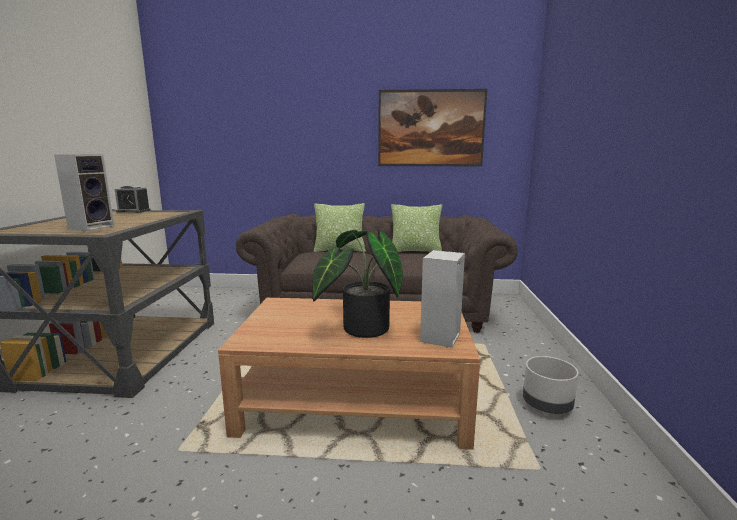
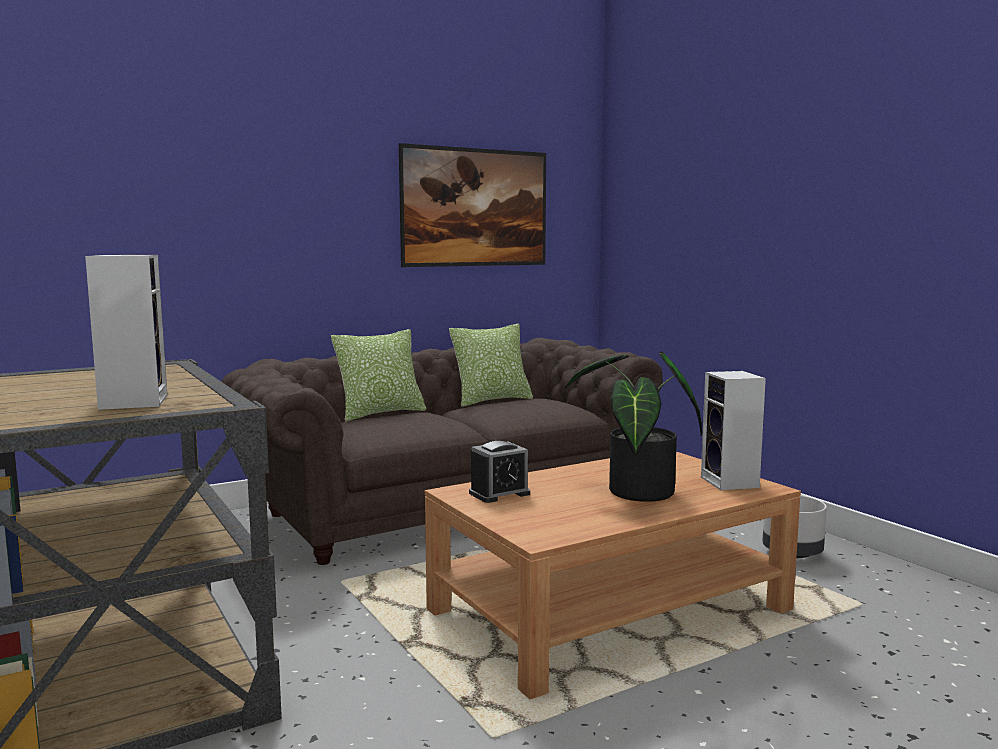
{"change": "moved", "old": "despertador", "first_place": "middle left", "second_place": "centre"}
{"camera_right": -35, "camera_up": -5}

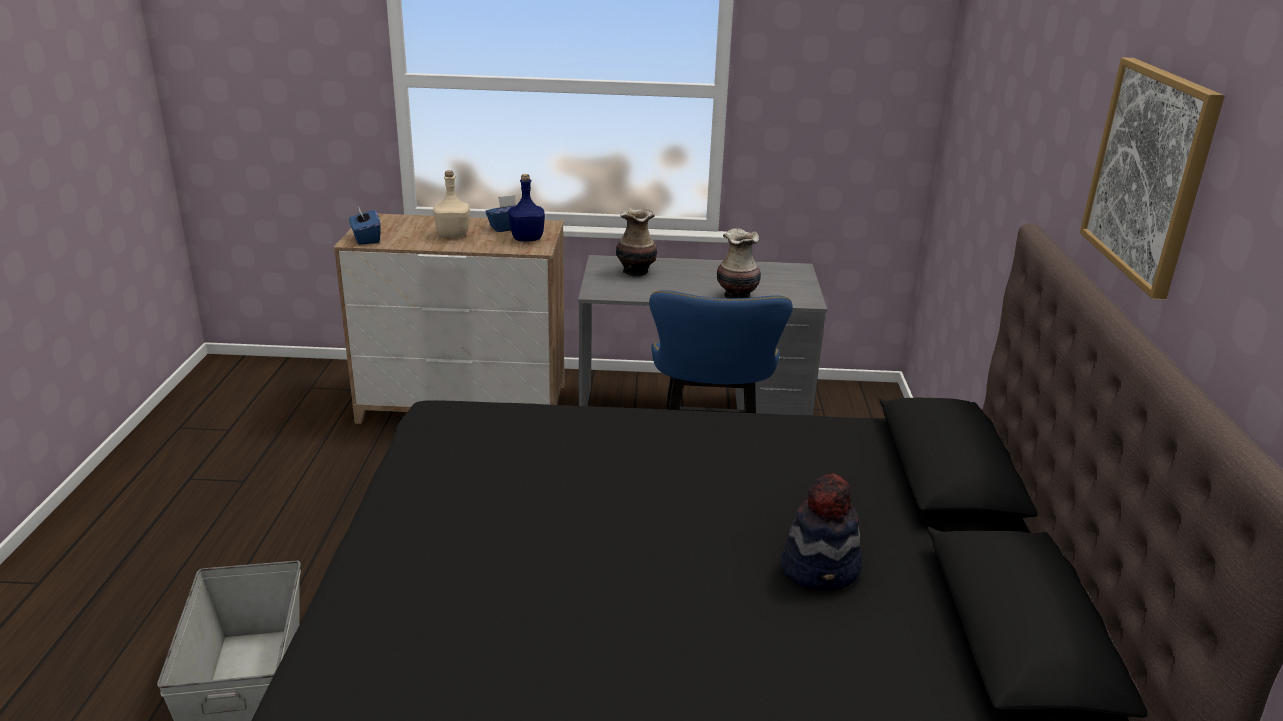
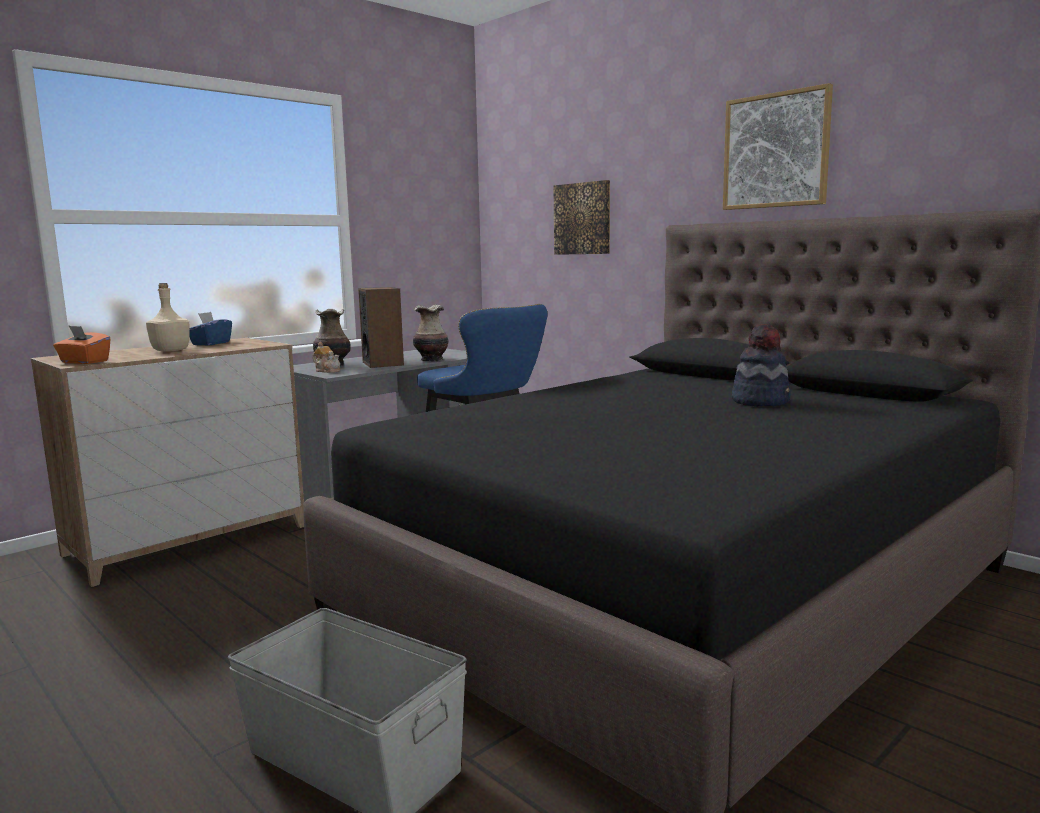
{"change": "recoloured", "old": "caja de pañuelos [azul] (1st from left)", "new": "caja de pañuelos [naranja]", "first_place": "top left", "second_place": "middle left"}
{"change": "added", "new": "tetera", "second_place": "middle left"}
{"change": "added", "new": "altavoz", "second_place": "centre"}
{"change": "added", "new": "cuadro (1st from left)", "second_place": "top centre"}
{"change": "removed", "old": "botella [azul]", "first_place": "top centre"}
{"camera_right": -45, "camera_up": -15}

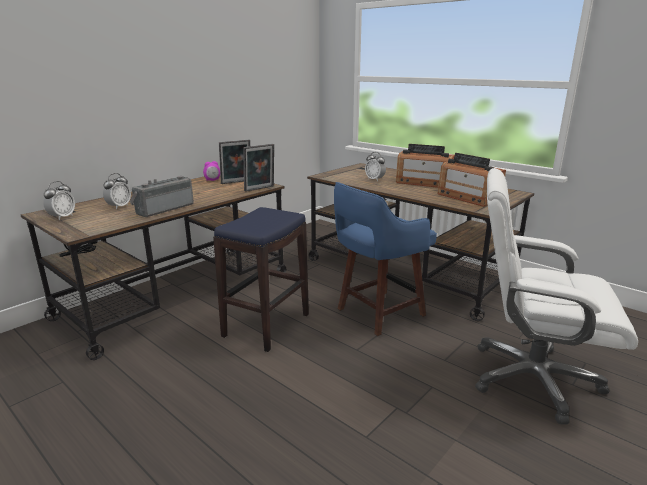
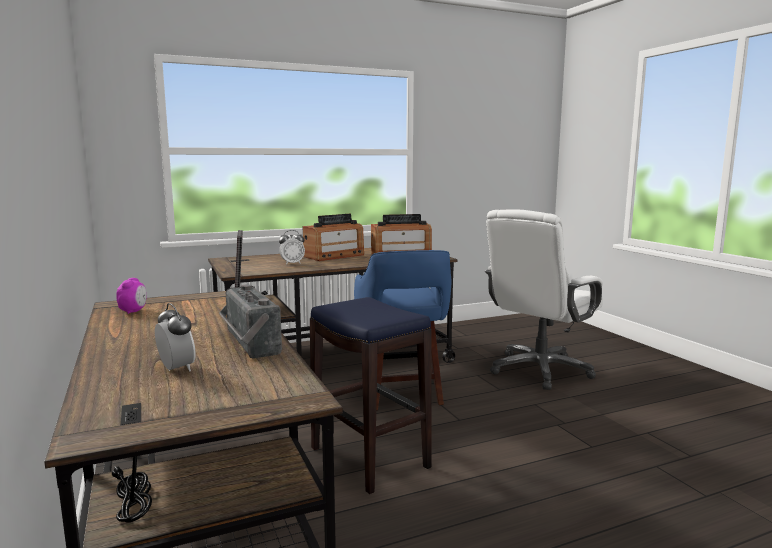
{"change": "removed", "old": "despertador (1st from left)", "first_place": "middle left"}
{"change": "removed", "old": "portarretratos (1st from left)", "first_place": "centre"}
{"camera_right": -65, "camera_up": -10}

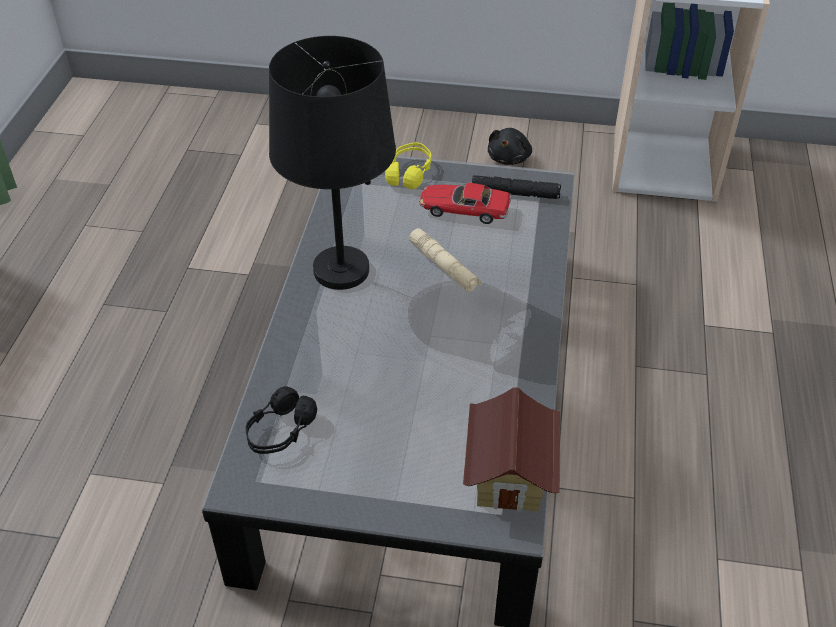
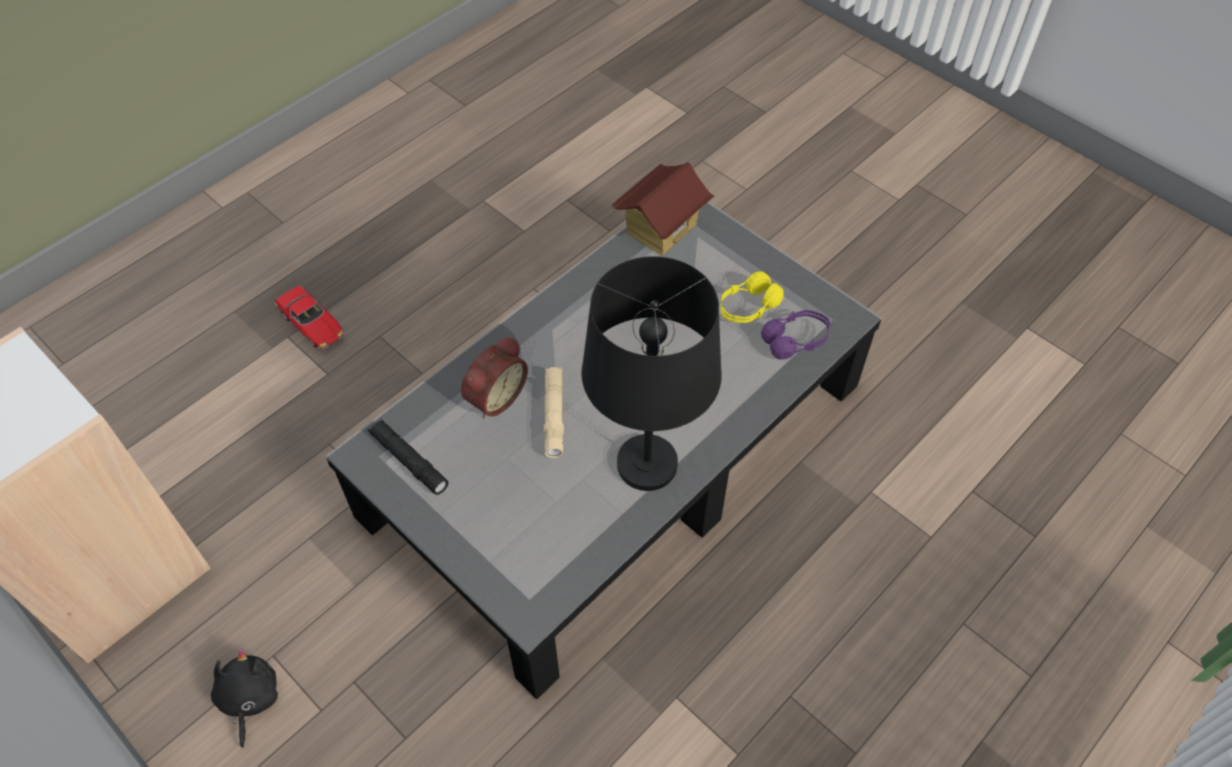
{"change": "turned", "old": "peluche [negro]", "first_place": "top centre", "second_place": "bottom left", "degrees": -60}
{"change": "moved", "old": "coche de juguete", "first_place": "top centre", "second_place": "middle left"}
{"change": "added", "new": "despertador", "second_place": "centre"}
{"change": "moved", "old": "auriculares [amarillo]", "first_place": "top centre", "second_place": "centre"}
{"change": "recoloured", "old": "auriculares [negro]", "new": "auriculares [morado]", "first_place": "bottom centre", "second_place": "centre"}
{"camera_right": -145, "camera_up": 10}

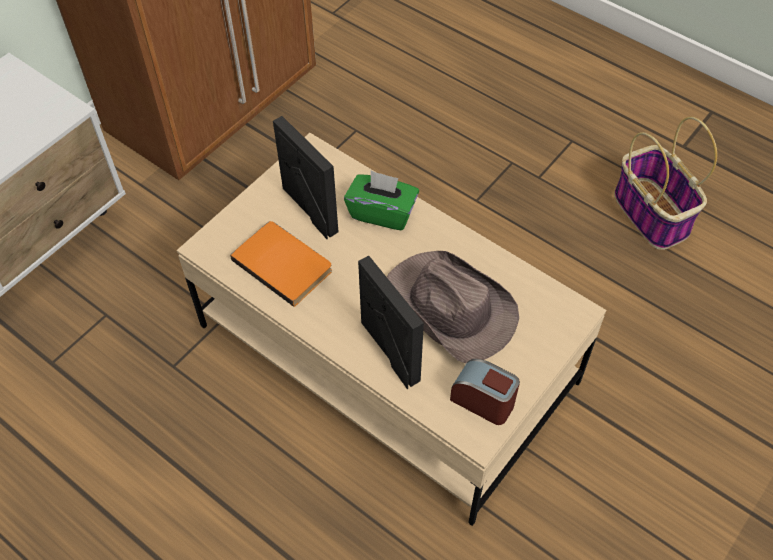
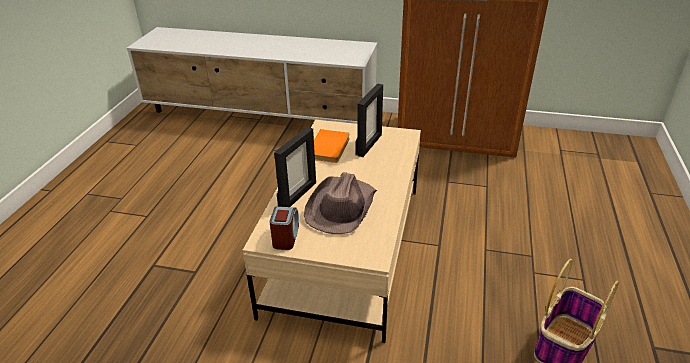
{"change": "removed", "old": "caja de pañuelos [verde]", "first_place": "centre"}
{"camera_right": 65, "camera_up": -20}

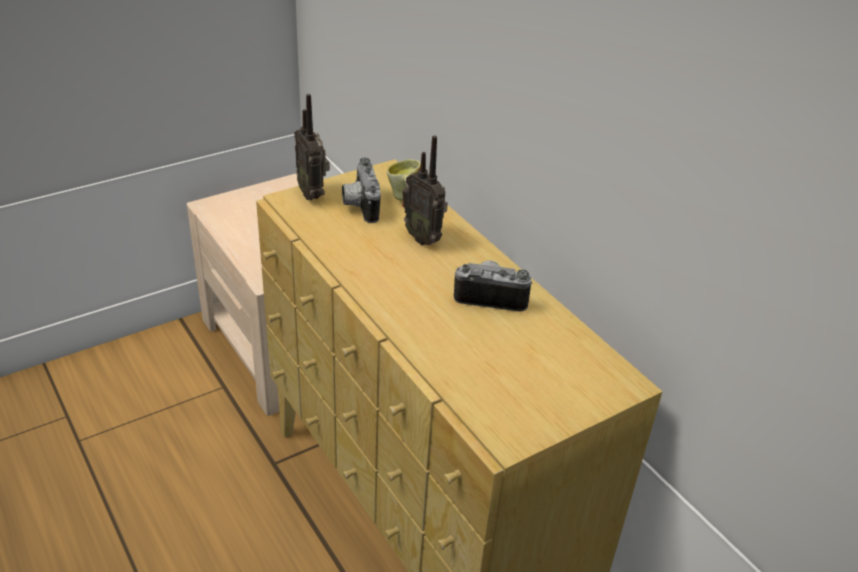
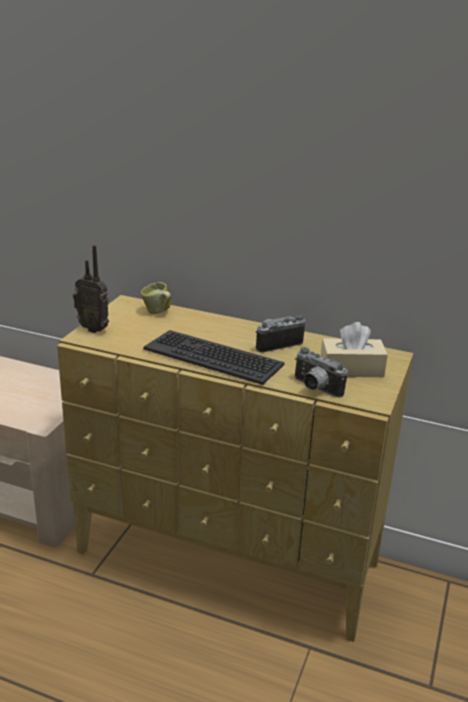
{"change": "added", "new": "teclado", "second_place": "centre"}
{"change": "moved", "old": "cámara (1st from left in the first image)", "new": "cámara (2nd from left)", "first_place": "top centre", "second_place": "middle right"}
{"change": "added", "new": "caja de pañuelos [beis]", "second_place": "middle right"}
{"change": "removed", "old": "radio (2nd from left)", "first_place": "top centre"}
{"camera_right": -35, "camera_up": -10}

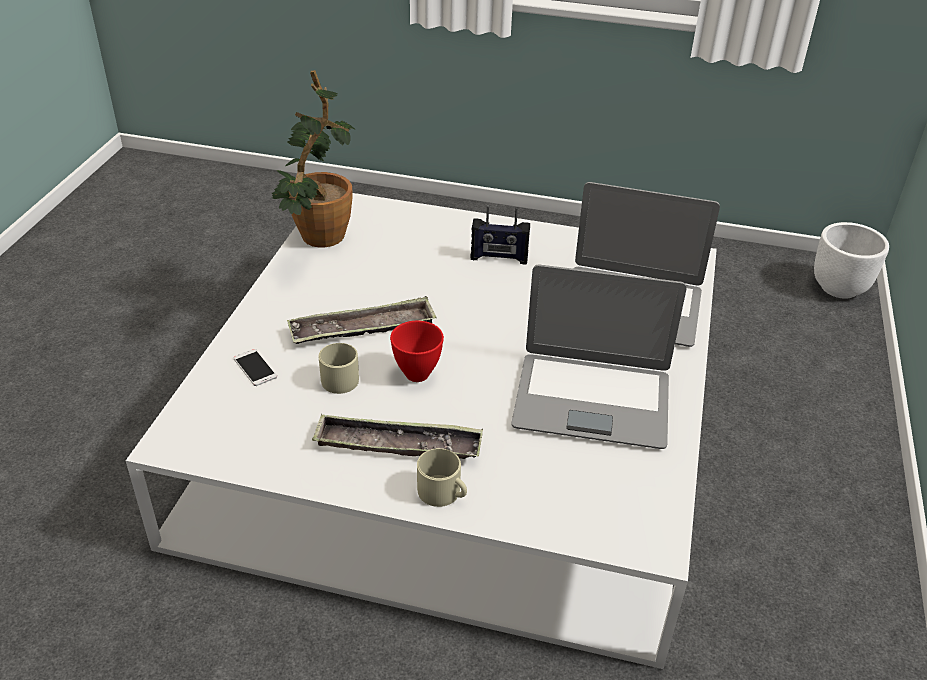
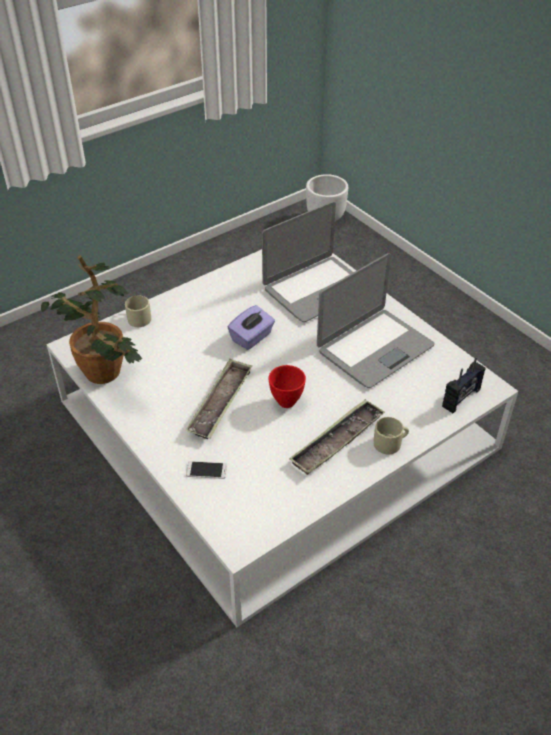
{"change": "moved", "old": "taza grande [beis] (1st from left)", "first_place": "centre", "second_place": "middle left"}
{"change": "added", "new": "caja de pañuelos [morado]", "second_place": "centre"}
{"change": "moved", "old": "radio", "first_place": "centre", "second_place": "middle right"}
{"camera_right": -50, "camera_up": 5}

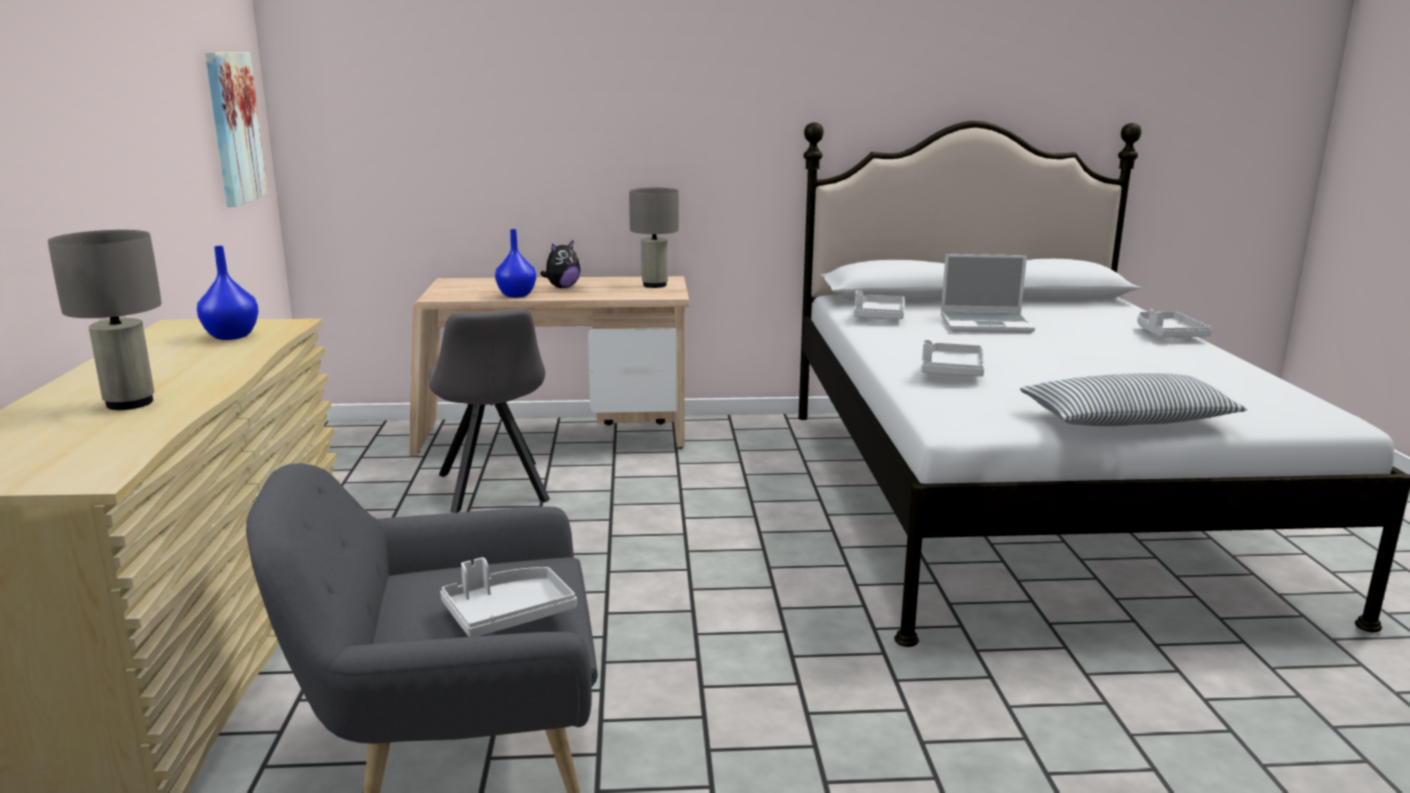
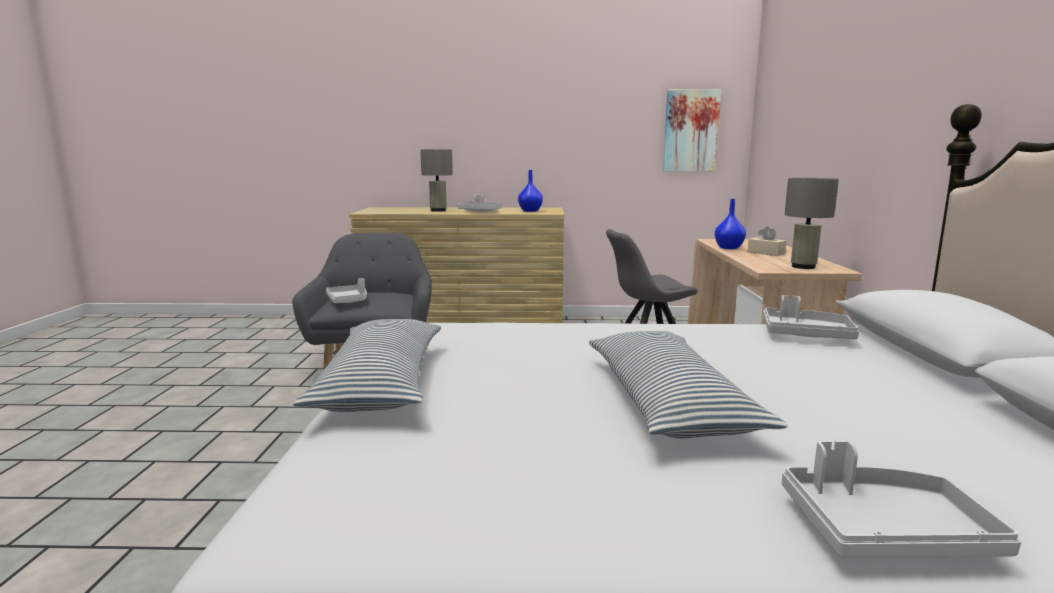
{"change": "moved", "old": "bandeja [gris] (3rd from left in the first image)", "new": "bandeja [gris] (2nd from left)", "first_place": "middle right", "second_place": "centre"}
{"change": "added", "new": "cojín (2nd from left)", "second_place": "centre"}
{"change": "replaced", "old": "peluche", "new": "caja de pañuelos [beis]", "first_place": "top centre", "second_place": "middle right"}
{"change": "removed", "old": "portátil", "first_place": "middle right"}
{"camera_right": 95, "camera_up": -5}

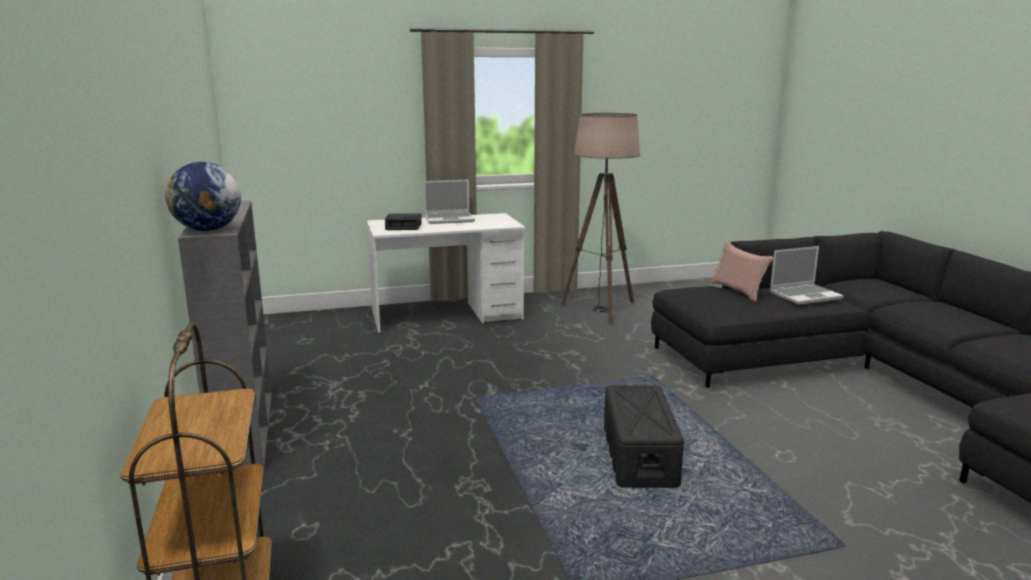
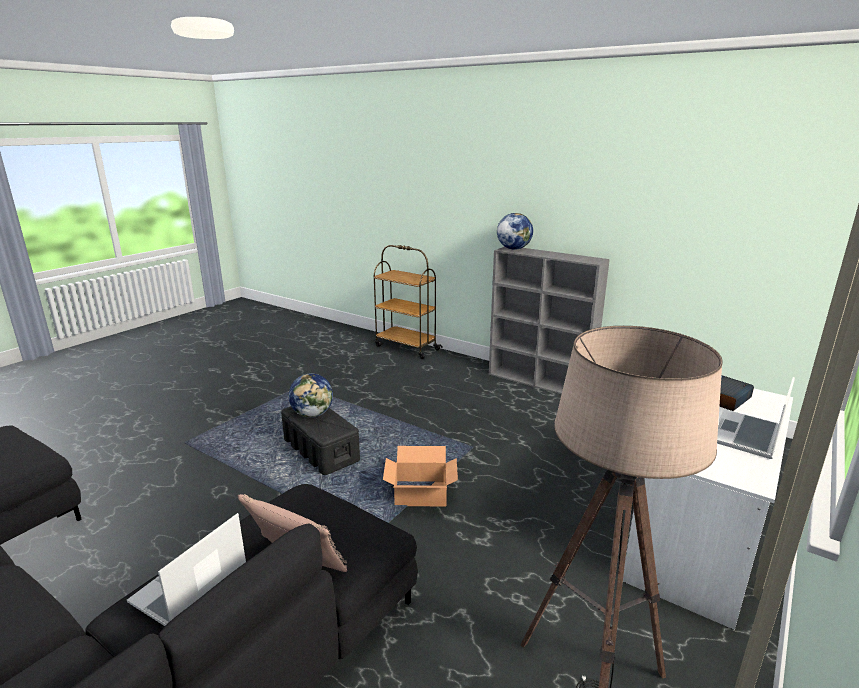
{"change": "added", "new": "globo terráqueo (1st from left)", "second_place": "centre"}
{"change": "added", "new": "caja de cartón", "second_place": "bottom centre"}
{"camera_right": 140, "camera_up": 5}

